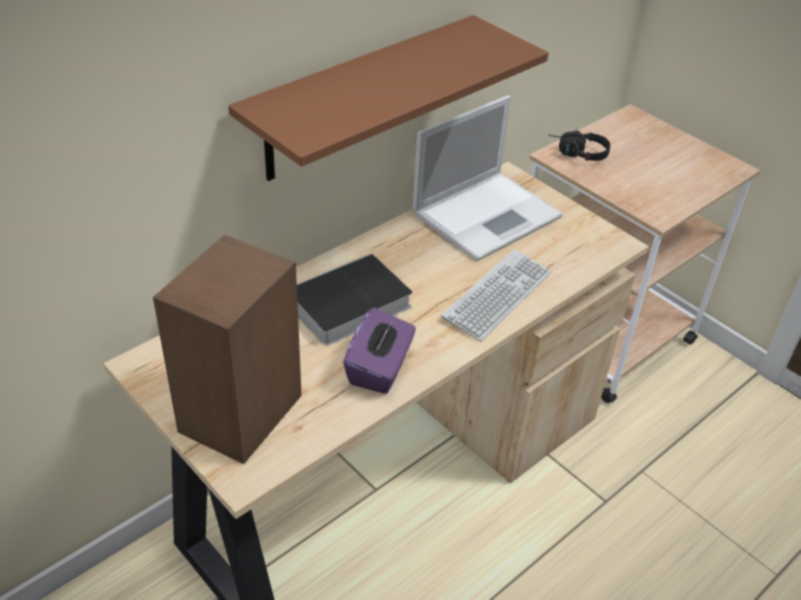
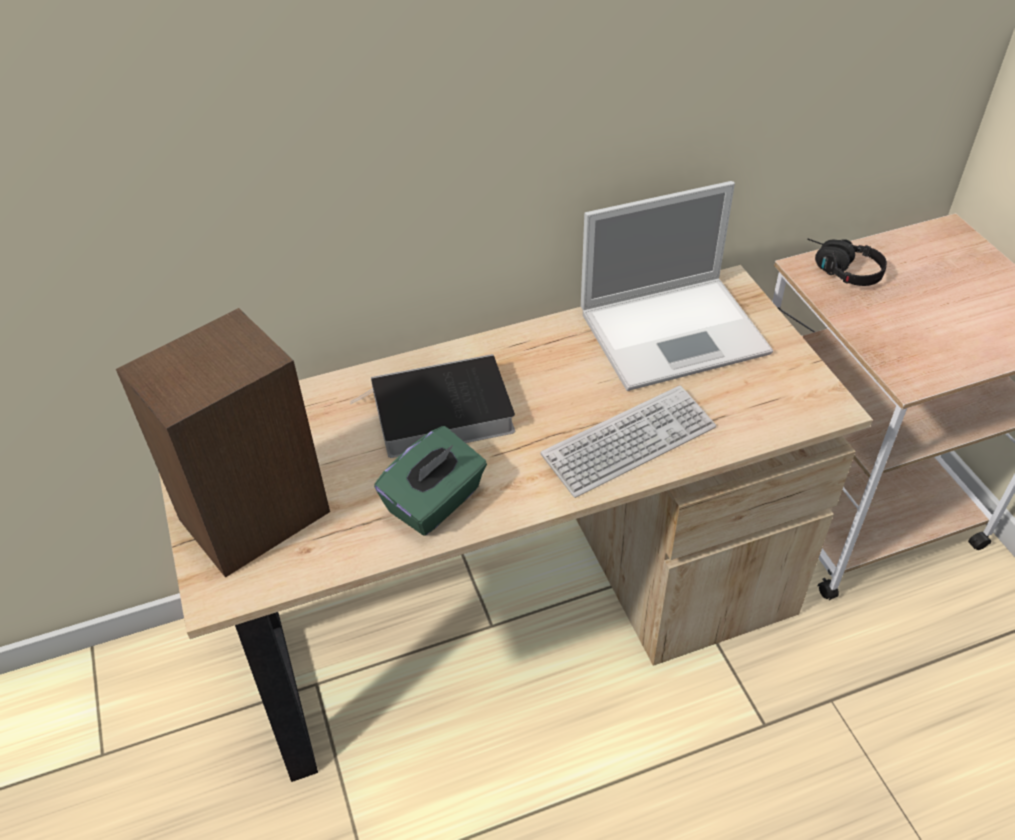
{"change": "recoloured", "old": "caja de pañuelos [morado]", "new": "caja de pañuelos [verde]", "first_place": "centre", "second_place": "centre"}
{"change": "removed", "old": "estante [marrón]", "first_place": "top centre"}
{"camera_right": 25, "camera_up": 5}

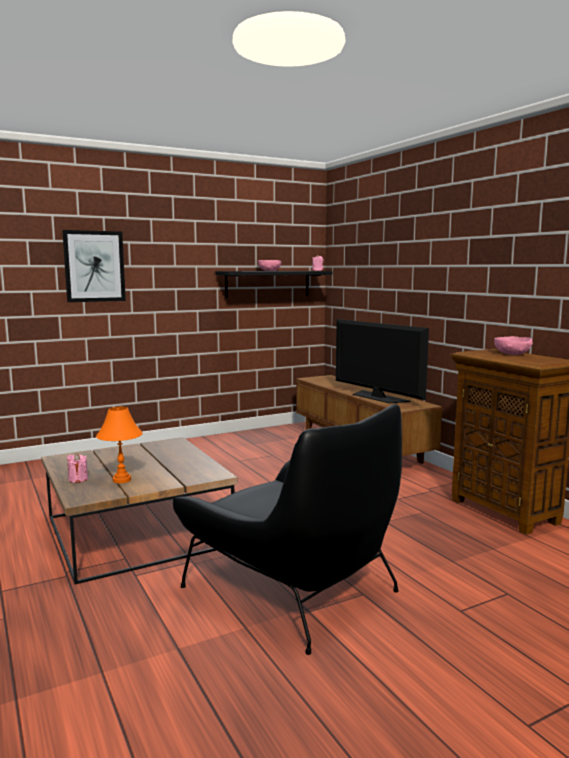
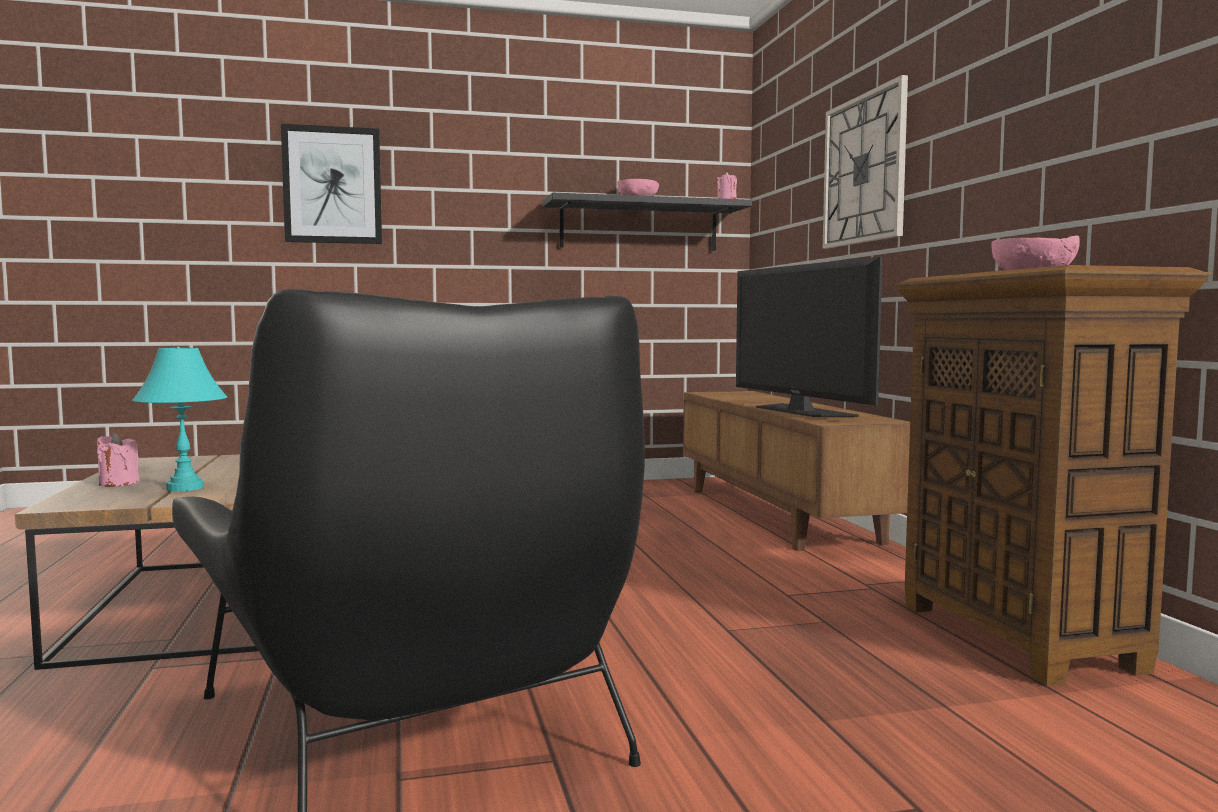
{"change": "recoloured", "old": "lámpara de mesa [naranja]", "new": "lámpara de mesa [turquesa]", "first_place": "middle left", "second_place": "middle left"}
{"change": "added", "new": "reloj de pared", "second_place": "top right"}
{"camera_right": 15, "camera_up": -5}

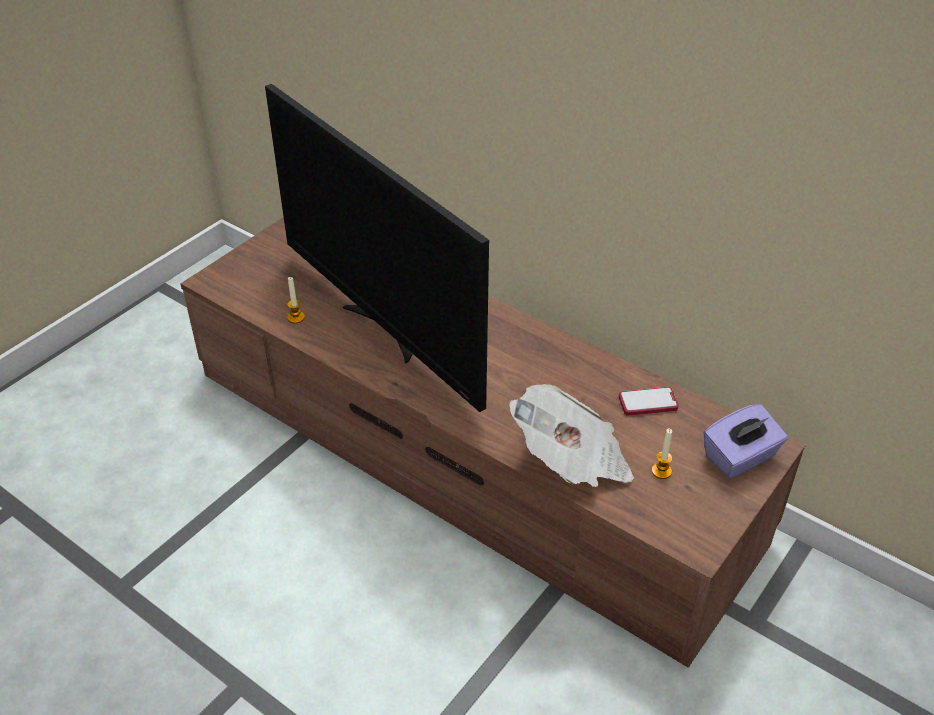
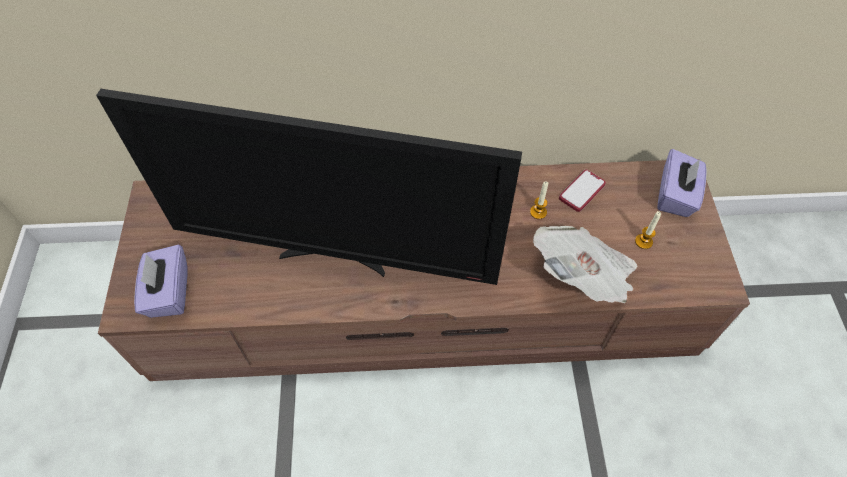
{"change": "added", "new": "caja de pañuelos [morado] (1st from left)", "second_place": "middle left"}
{"change": "moved", "old": "vela (1st from left)", "first_place": "middle left", "second_place": "centre"}
{"camera_right": -40, "camera_up": 15}

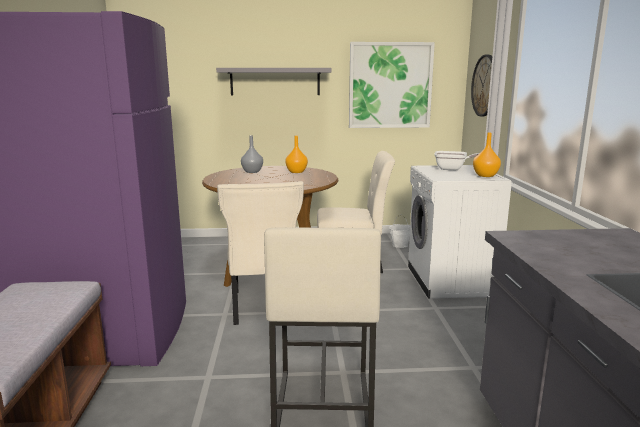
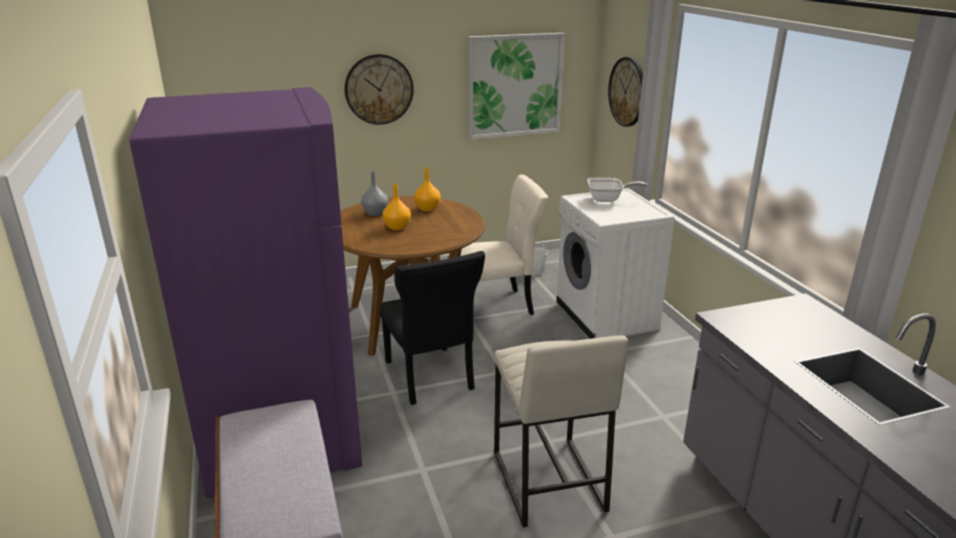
{"change": "replaced", "old": "estante [gris]", "new": "reloj de pared (1st from left)", "first_place": "top centre", "second_place": "top centre"}
{"change": "recoloured", "old": "silla [beis] (1st from left)", "new": "silla [negro]", "first_place": "centre", "second_place": "centre"}
{"change": "moved", "old": "florero [naranja] (2nd from left in the first image)", "new": "florero [naranja] (1st from left)", "first_place": "middle right", "second_place": "centre"}
{"camera_right": -15, "camera_up": 10}

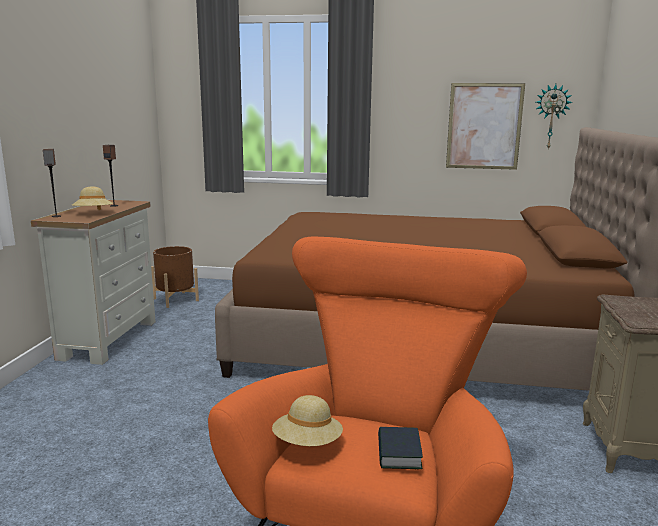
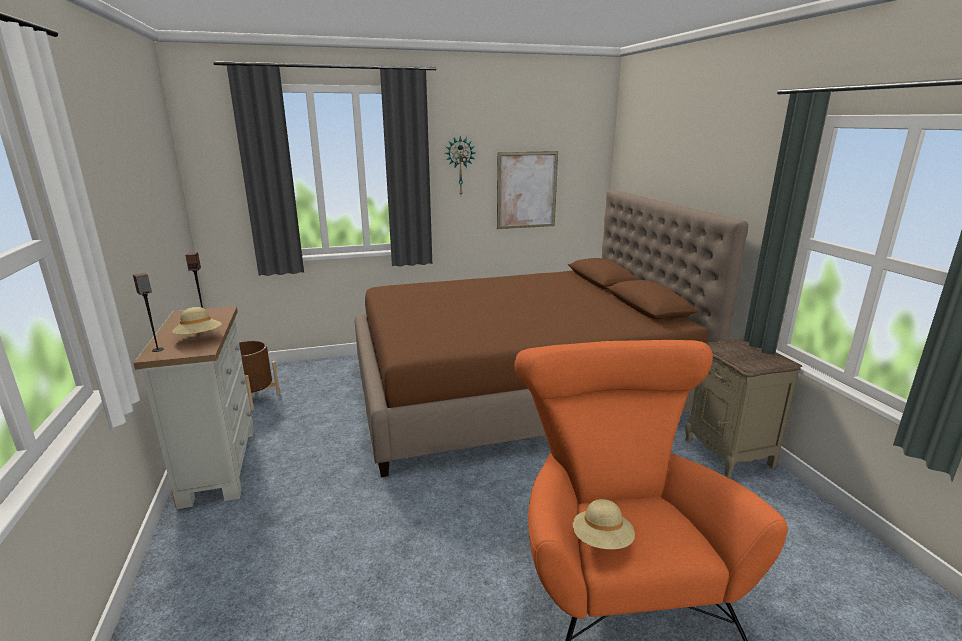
{"change": "moved", "old": "reloj de pared", "first_place": "top right", "second_place": "top centre"}
{"change": "removed", "old": "libro", "first_place": "bottom centre"}
{"camera_right": -25, "camera_up": 5}

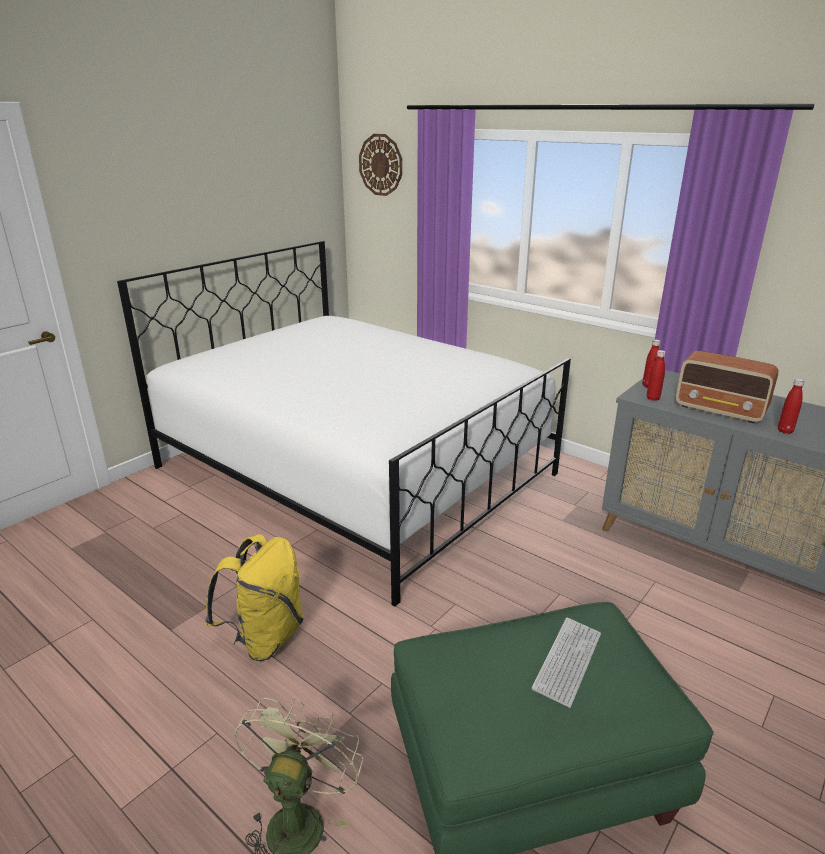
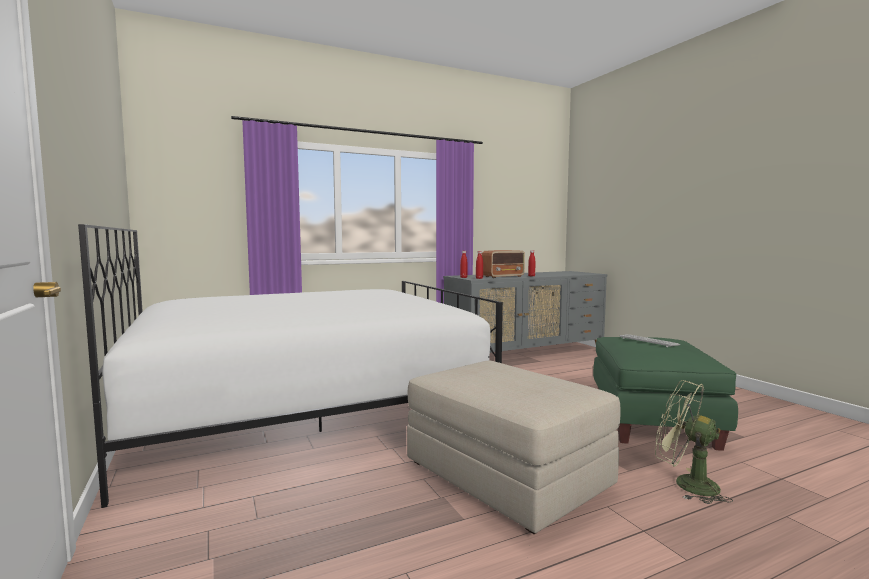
{"change": "replaced", "old": "mochila [amarillo]", "new": "puf [beis]", "first_place": "bottom left", "second_place": "bottom centre"}
{"change": "removed", "old": "reloj de pared", "first_place": "top centre"}
{"camera_right": -65, "camera_up": -20}

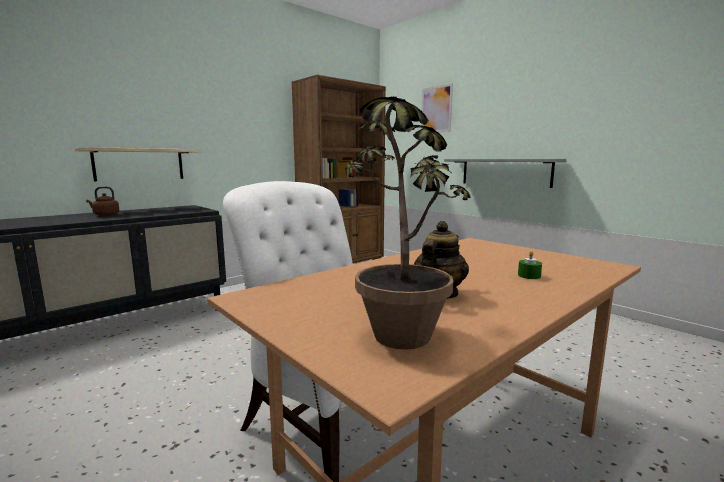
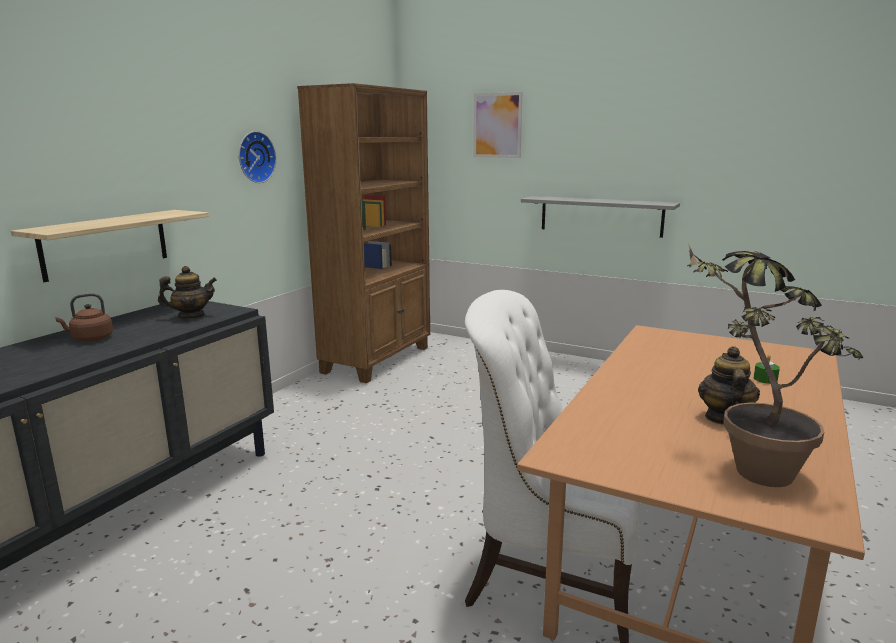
{"change": "added", "new": "tetera (1st from left)", "second_place": "middle left"}
{"change": "added", "new": "reloj de pared", "second_place": "top left"}
{"camera_right": -20, "camera_up": 5}

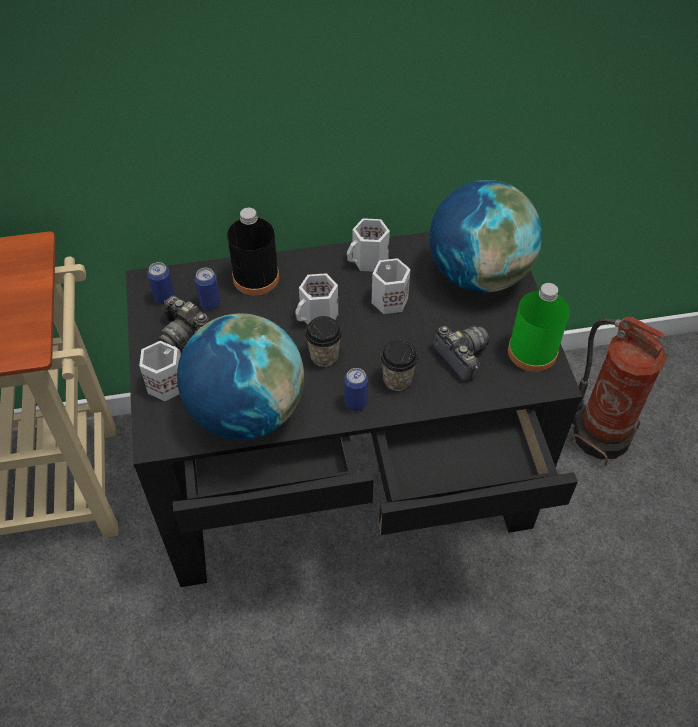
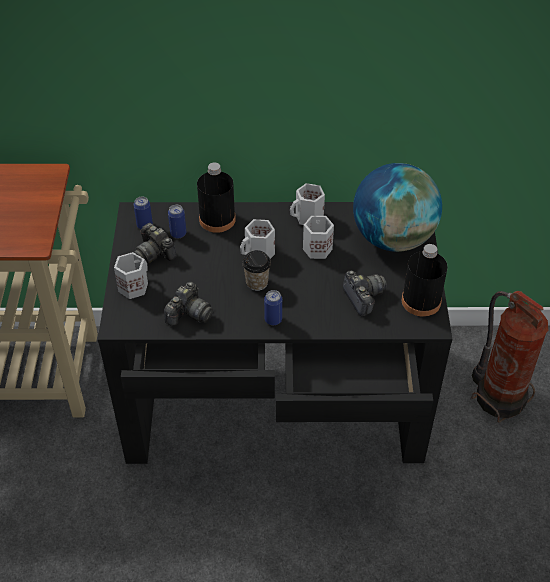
{"change": "replaced", "old": "globo terráqueo (1st from left)", "new": "cámara (2nd from left)", "first_place": "centre", "second_place": "centre"}
{"change": "recoloured", "old": "botella [verde]", "new": "botella [negro] (2nd from left)", "first_place": "middle right", "second_place": "middle right"}
{"change": "removed", "old": "taza (2nd from left)", "first_place": "centre"}
{"camera_right": 10, "camera_up": -5}

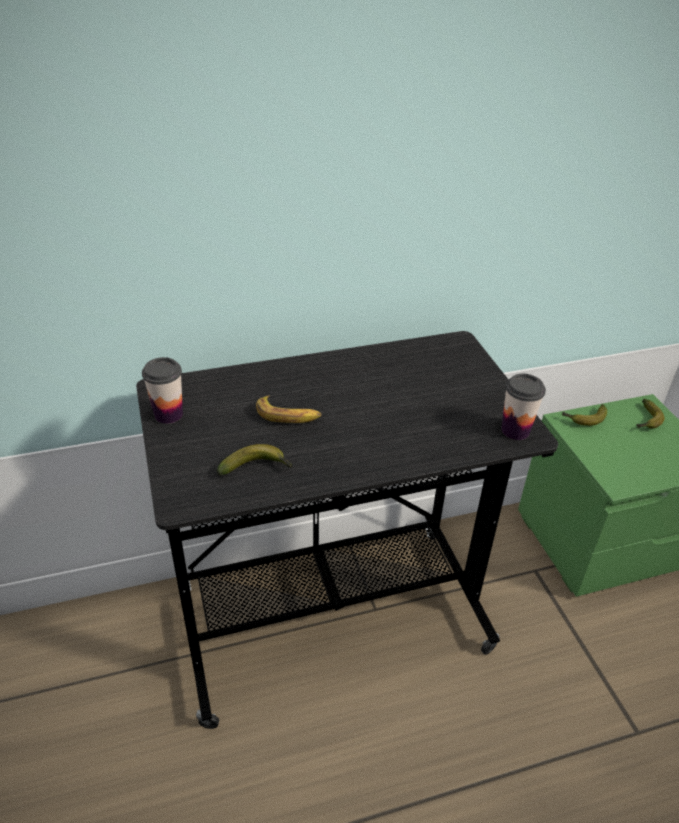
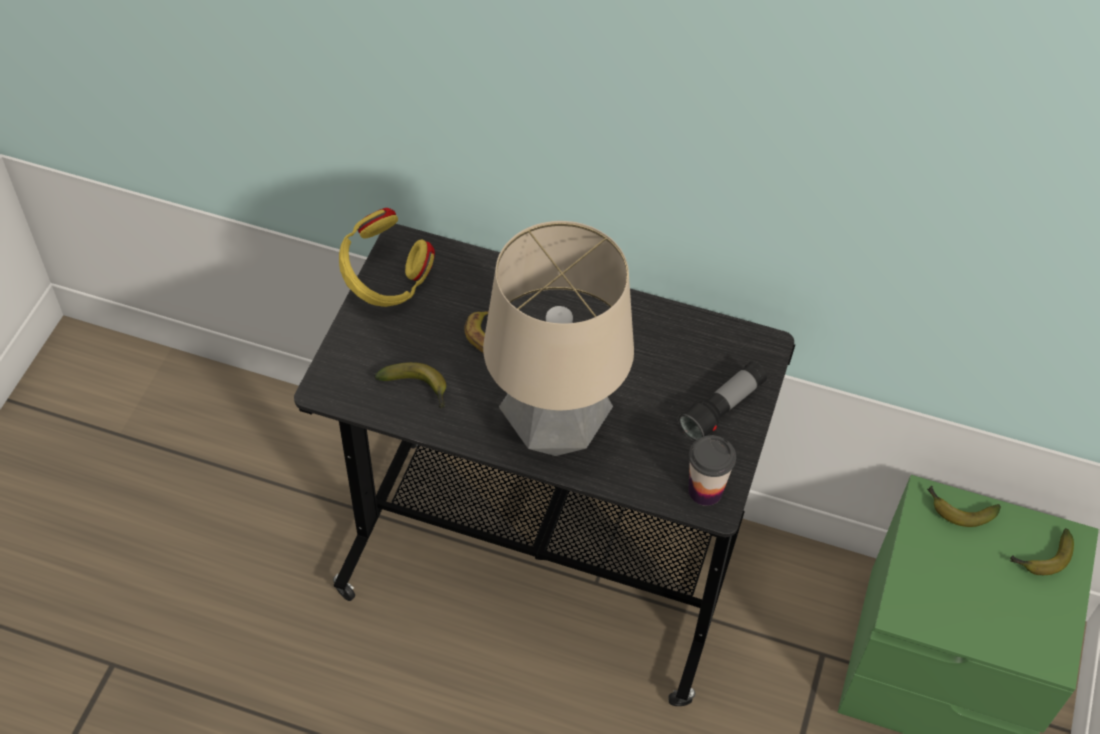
{"change": "replaced", "old": "taza (1st from left)", "new": "auriculares [amarillo]", "first_place": "middle left", "second_place": "centre"}
{"change": "added", "new": "lámpara de mesa", "second_place": "centre"}
{"change": "added", "new": "linterna", "second_place": "centre"}
{"camera_right": 35, "camera_up": 15}

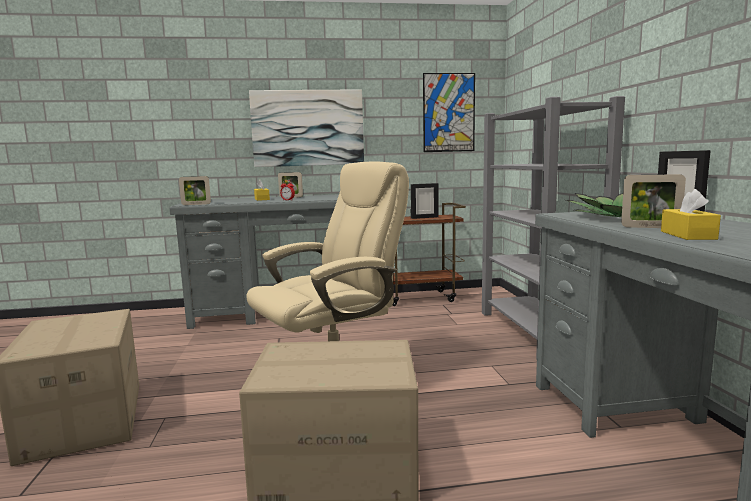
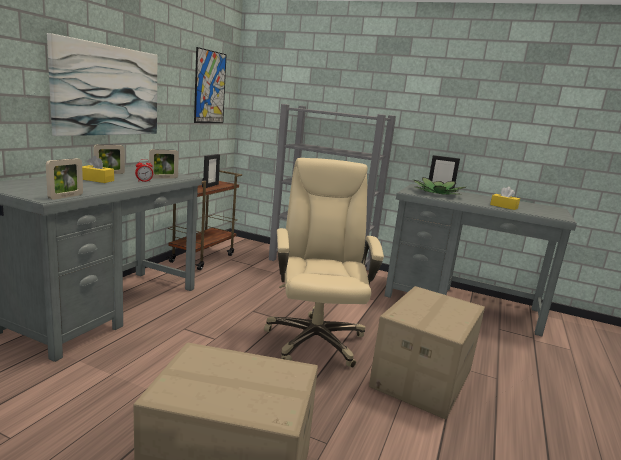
{"change": "moved", "old": "portarretratos (4th from left in the first image)", "new": "portarretratos (3rd from left)", "first_place": "middle right", "second_place": "middle left"}
{"camera_right": -60, "camera_up": 5}

